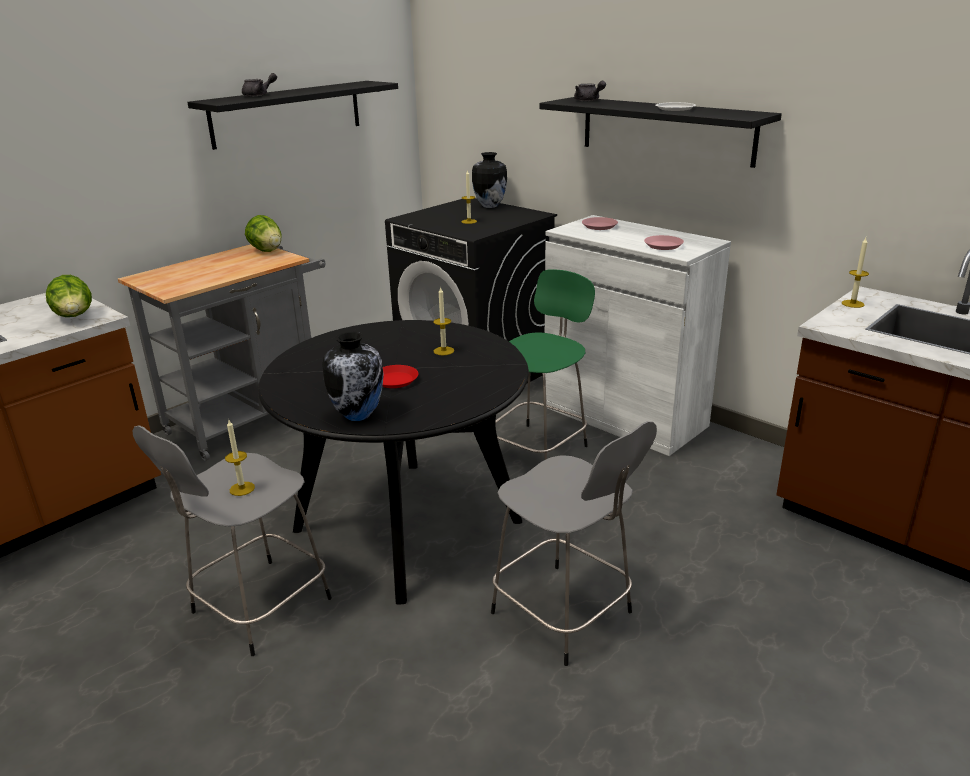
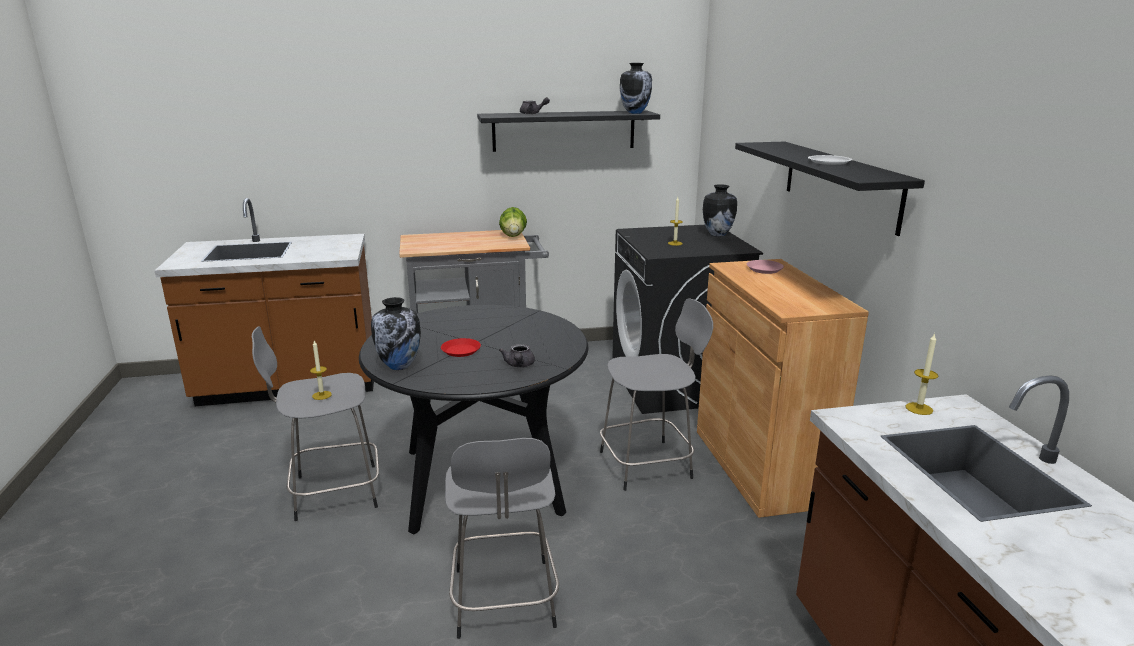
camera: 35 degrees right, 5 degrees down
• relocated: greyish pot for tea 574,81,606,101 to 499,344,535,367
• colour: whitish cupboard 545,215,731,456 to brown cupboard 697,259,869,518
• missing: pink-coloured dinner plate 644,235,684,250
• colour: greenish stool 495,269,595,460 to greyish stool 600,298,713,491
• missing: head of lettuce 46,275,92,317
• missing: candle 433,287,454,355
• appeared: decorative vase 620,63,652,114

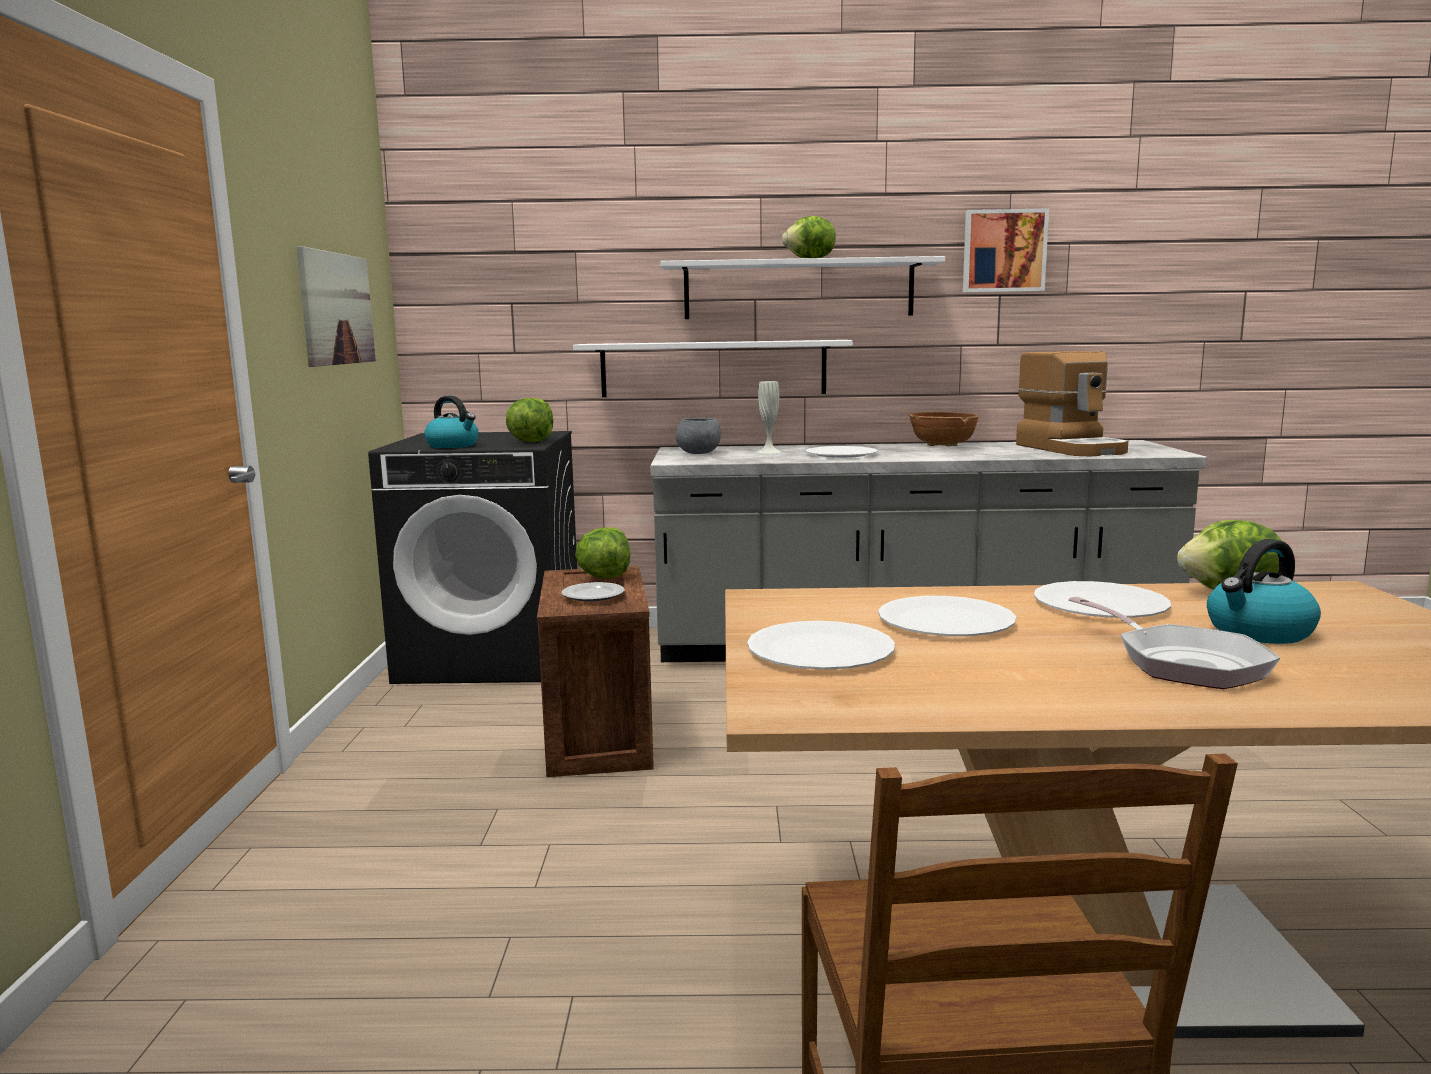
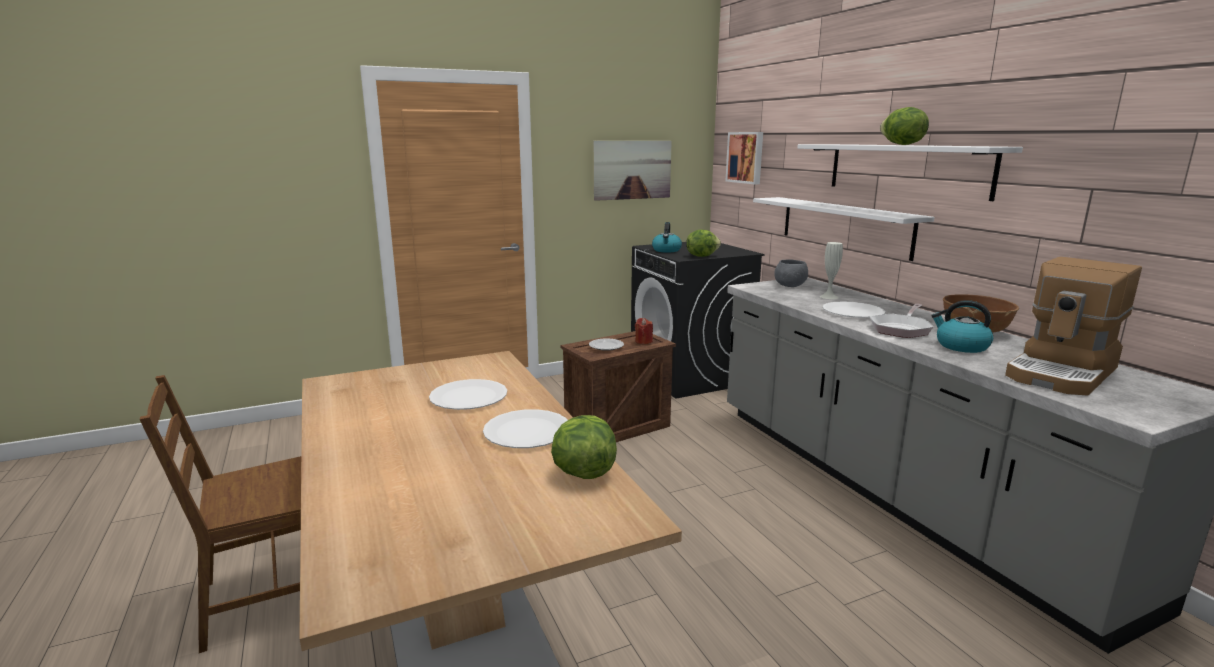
camera: 65 degrees right, 5 degrees up
• relocated: wall art 963,208,1049,292 to 726,132,763,184
• exchanged: head of lettuce 575,527,630,578 to reddish candle 635,318,653,344
• relocated: tea kettle 1207,539,1321,644 to 931,300,993,353
• relocated: skillet 1068,597,1280,689 to 870,304,933,338
• missing: whitish dinner plate 747,621,895,670

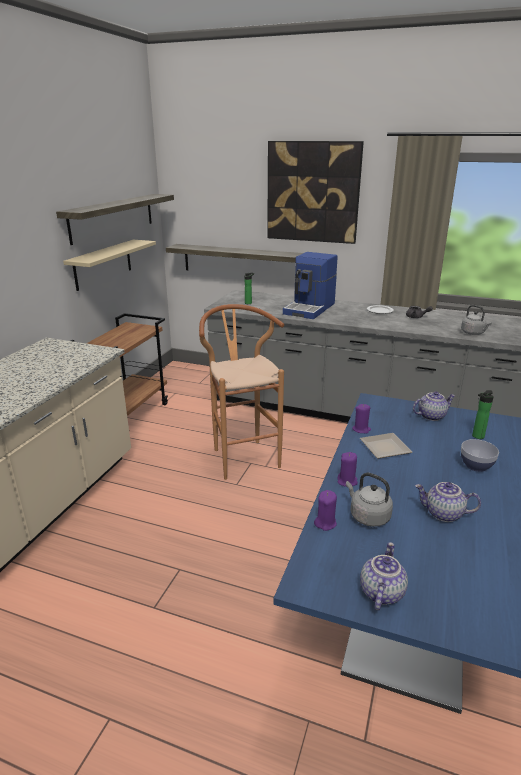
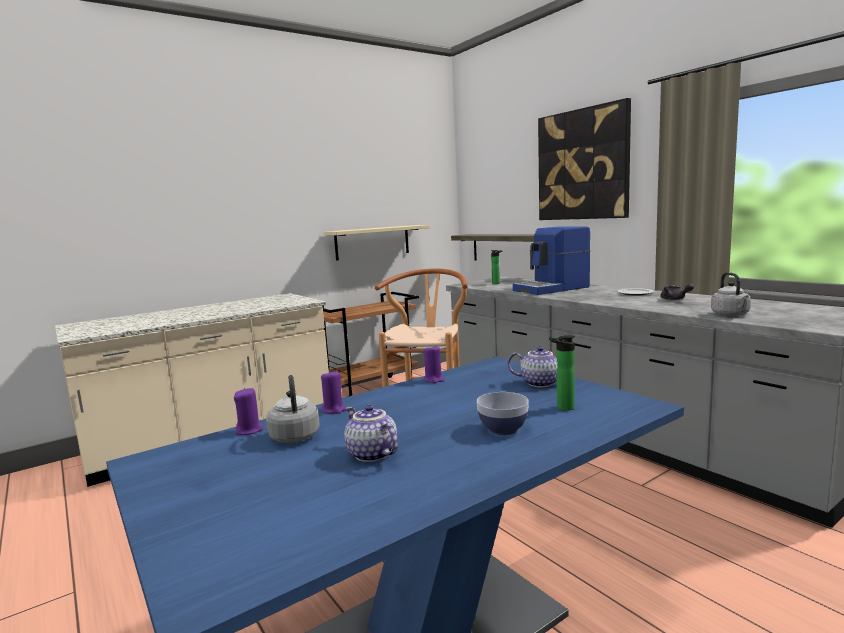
camera: 35 degrees right, 15 degrees down
• missing: wall shelf 56,194,174,245
• missing: dinner plate 360,433,412,459
• missing: pot for tea 360,542,408,610

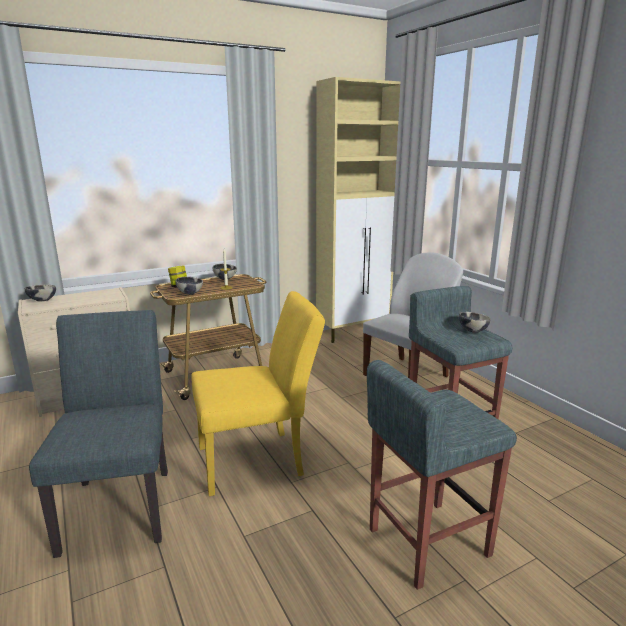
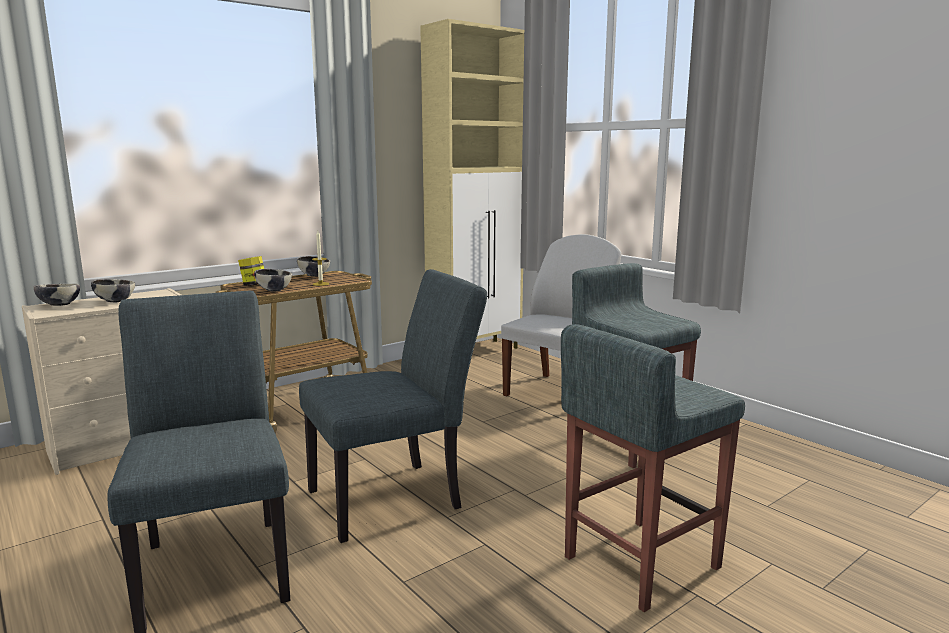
camera: 10 degrees left, 5 degrees down
• colour: yellowish plain chair 191,291,325,496 to greyish plain chair 299,269,487,543
• relocated: bowl 459,312,491,333 to 91,279,135,302

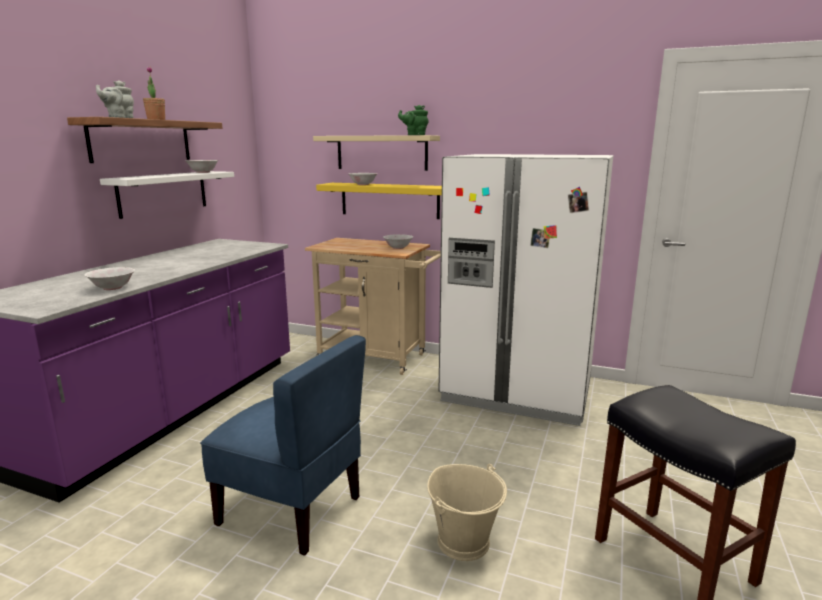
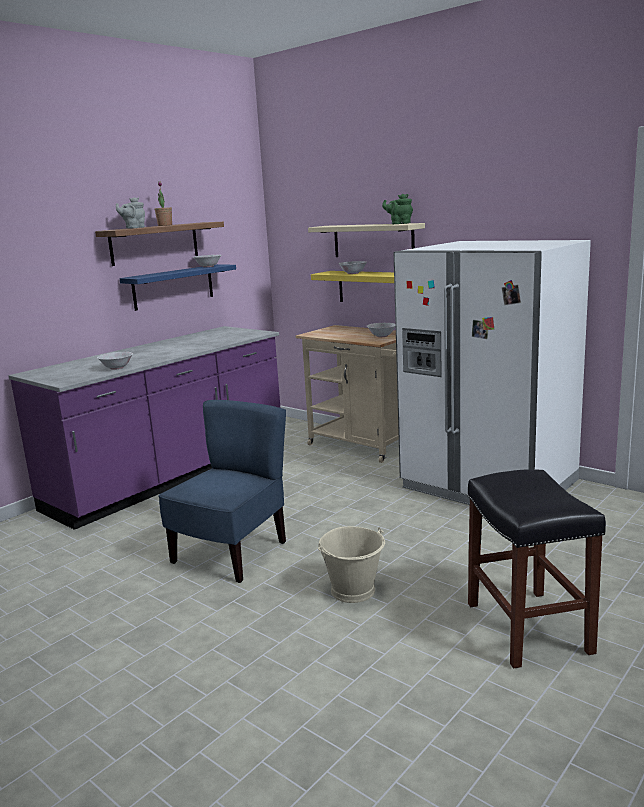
camera: 20 degrees right, 0 degrees up
• colour: whitish wall shelf 100,171,234,219 to blue wall shelf 119,264,236,311
• spun: blue plain chair 200,335,366,555 = 158,400,286,583 105 degrees counterclockwise

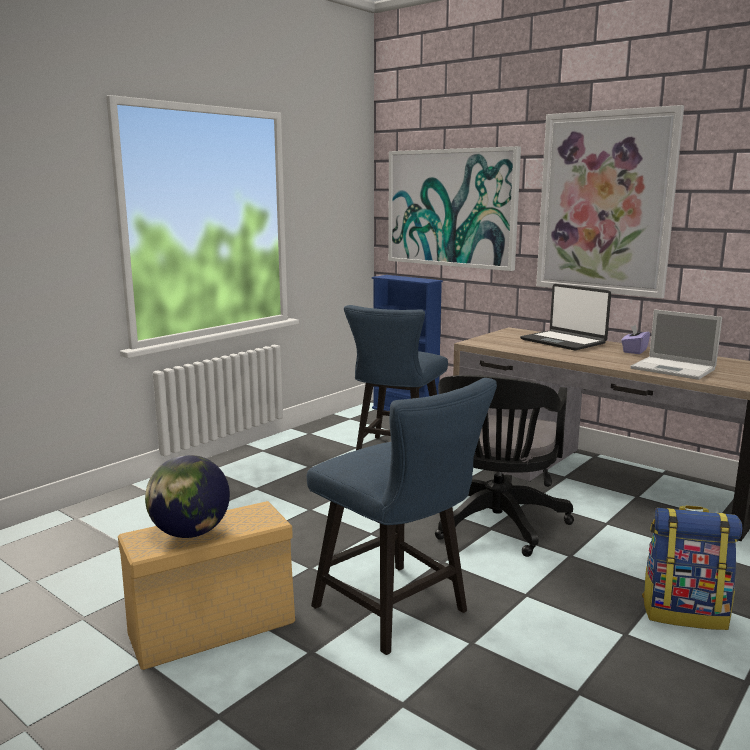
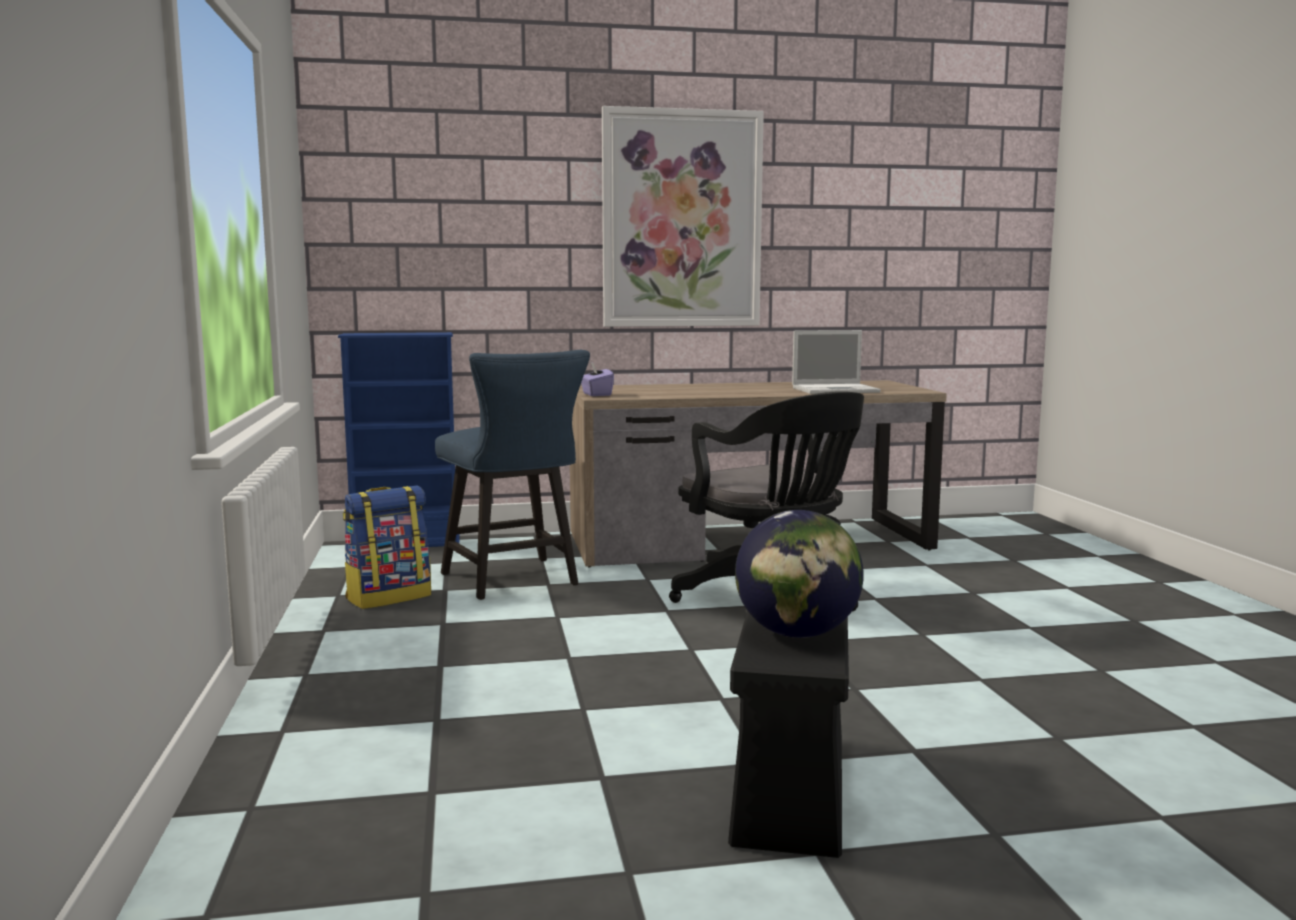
camera: 50 degrees left, 5 degrees down
• missing: wall art 388,146,521,271
• missing: notebook computer 520,284,611,350
• relocated: purplish tissue box 621,324,650,354 to 581,362,614,396
• missing: blue plain chair 307,378,497,655
• colour: sand-coloured storage box 118,501,295,670 to blackish storage box 728,611,849,858
• relocated: rucksack 642,505,742,630 to 343,486,431,609

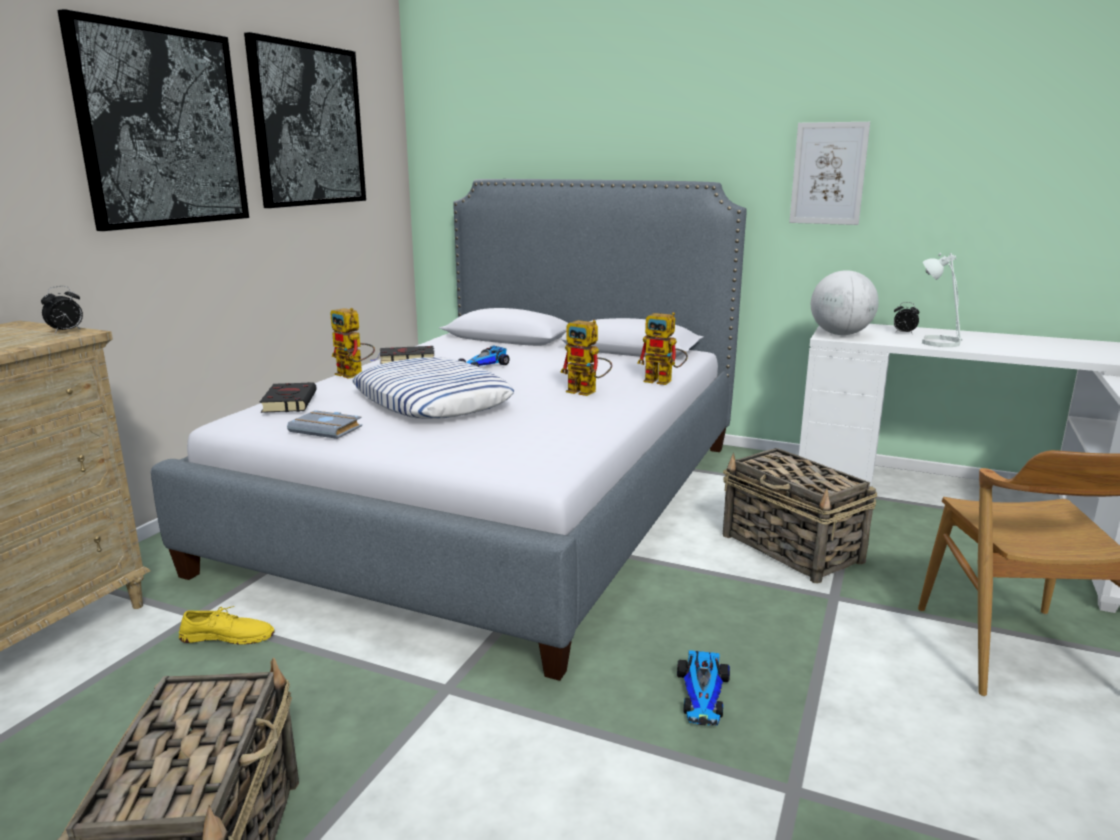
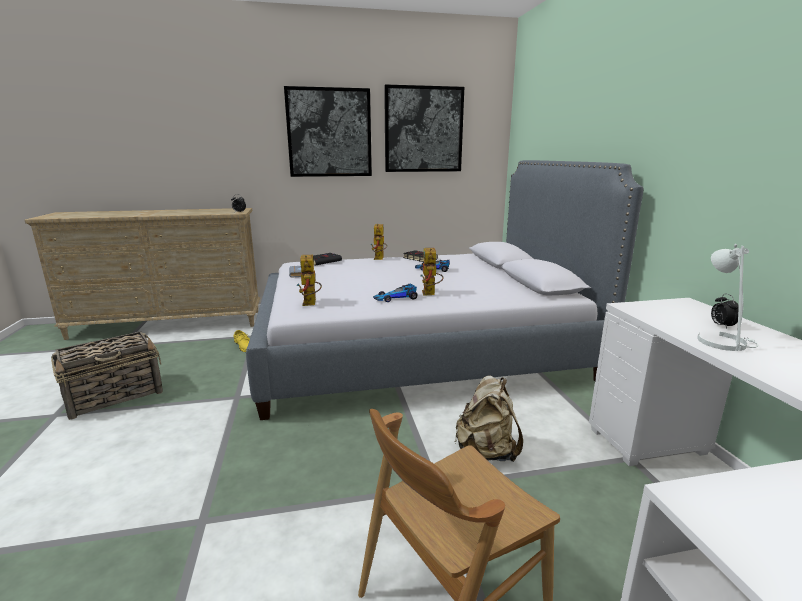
camera: 55 degrees right, 0 degrees up
• missing: wall art 789,122,870,225
• missing: desk globe 811,270,879,335
• relocated: toy robot 637,312,688,385 to 297,255,322,306
• missing: cushion 352,357,514,419
• exchanged: storage basket 723,448,877,583 to sand-coloured rucksack 455,376,523,462
• relocated: model car 677,650,730,726 to 373,283,418,302

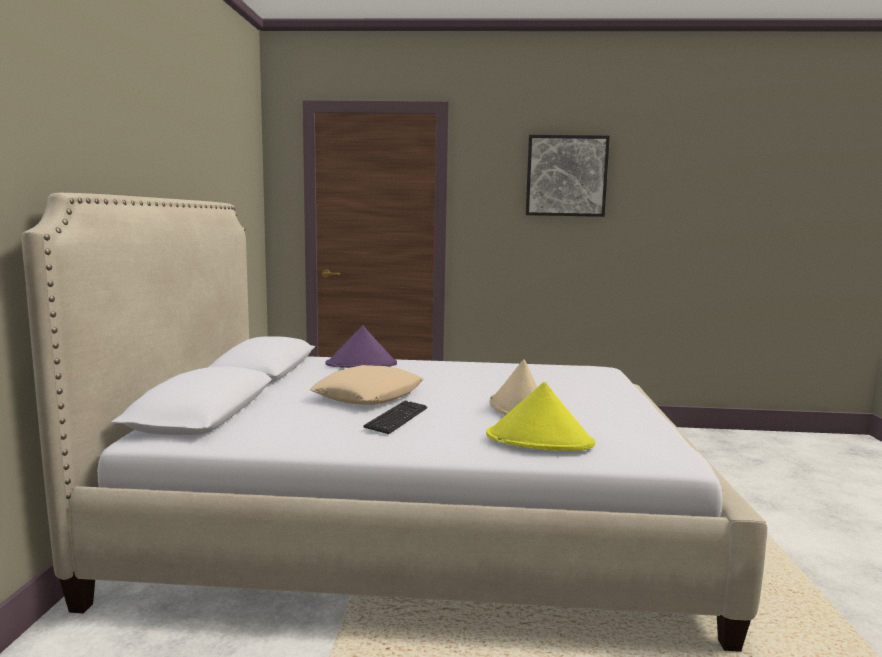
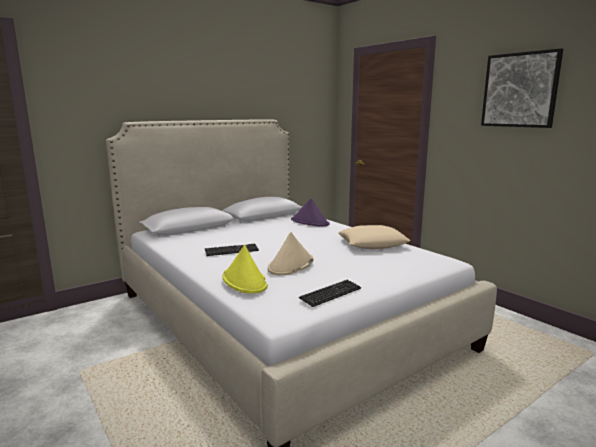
camera: 50 degrees right, 5 degrees up
• relocated: sand-coloured cushion 310,365,423,405 to 338,225,410,249
• appeared: PC keyboard 299,280,361,307

